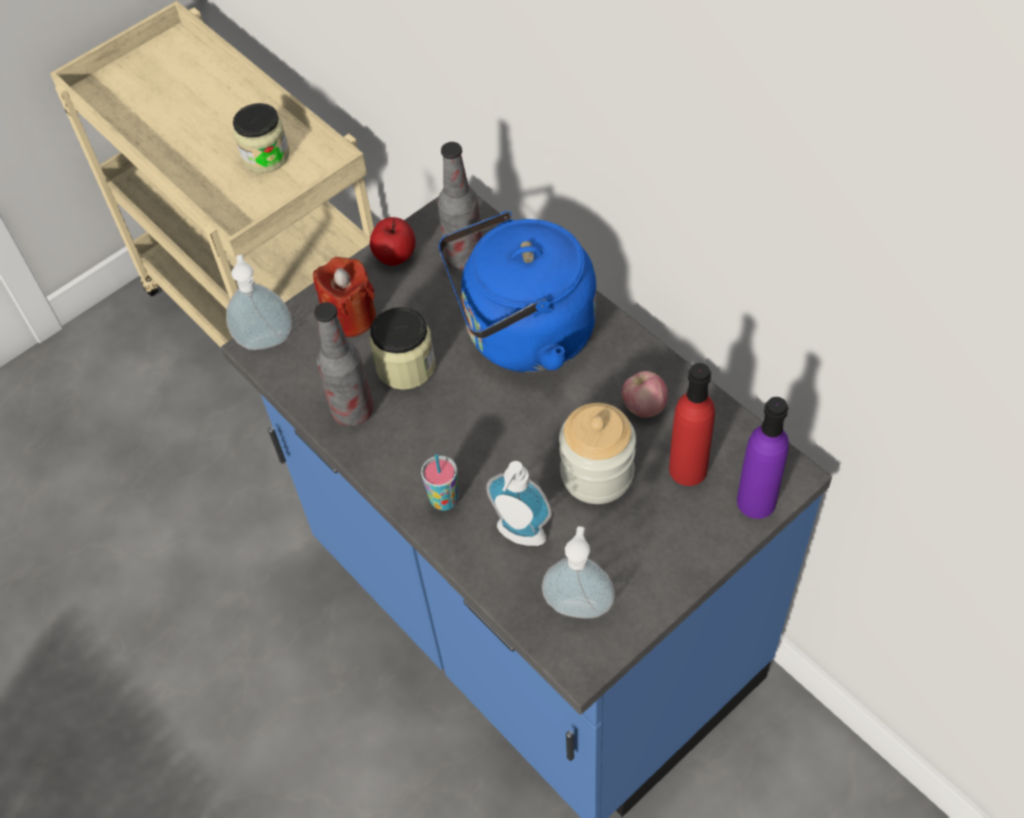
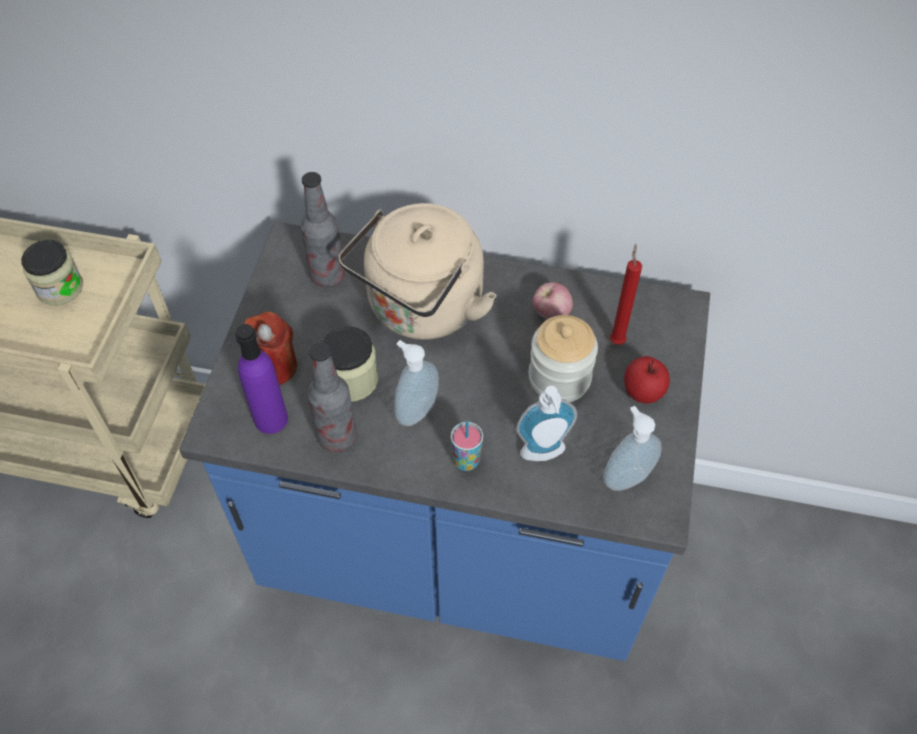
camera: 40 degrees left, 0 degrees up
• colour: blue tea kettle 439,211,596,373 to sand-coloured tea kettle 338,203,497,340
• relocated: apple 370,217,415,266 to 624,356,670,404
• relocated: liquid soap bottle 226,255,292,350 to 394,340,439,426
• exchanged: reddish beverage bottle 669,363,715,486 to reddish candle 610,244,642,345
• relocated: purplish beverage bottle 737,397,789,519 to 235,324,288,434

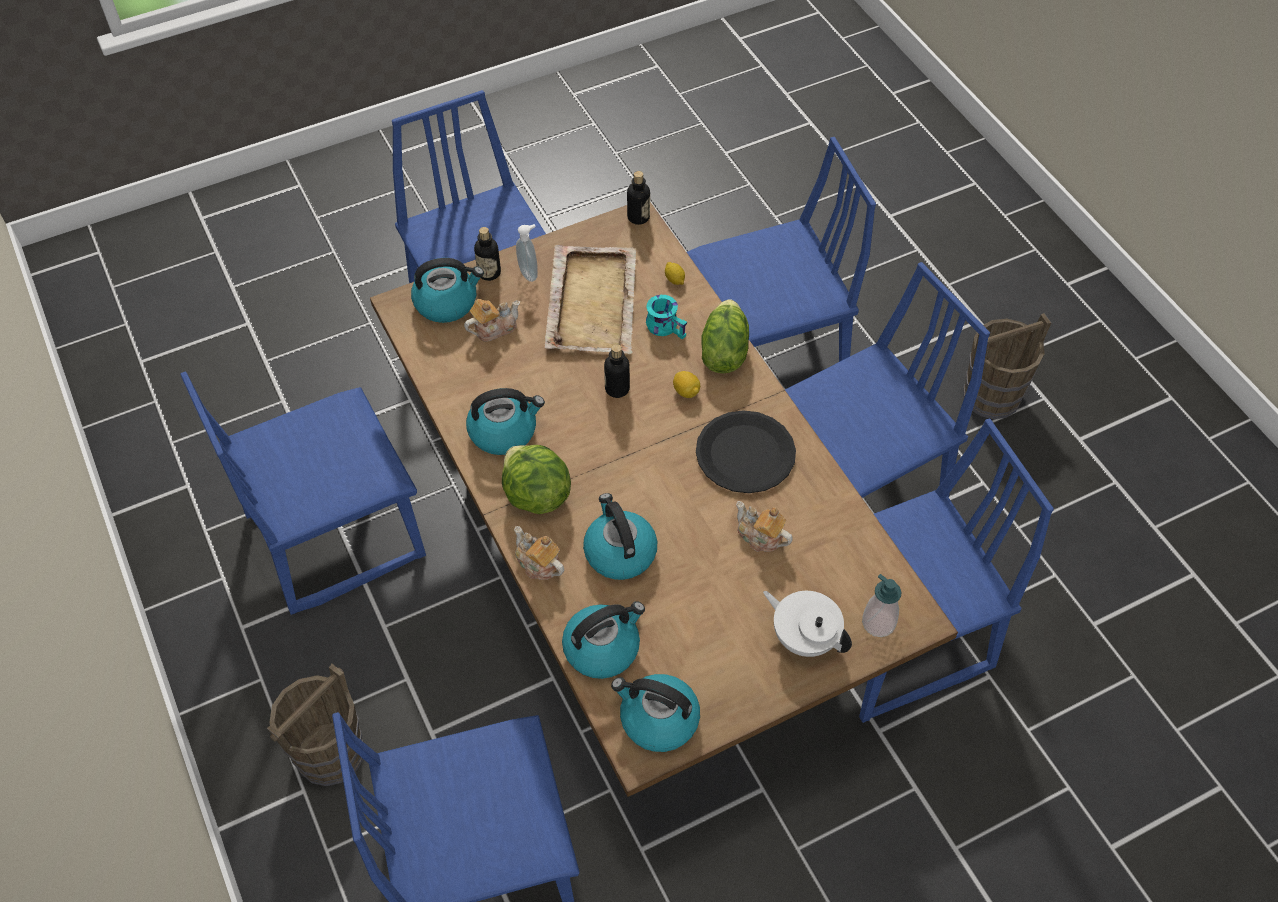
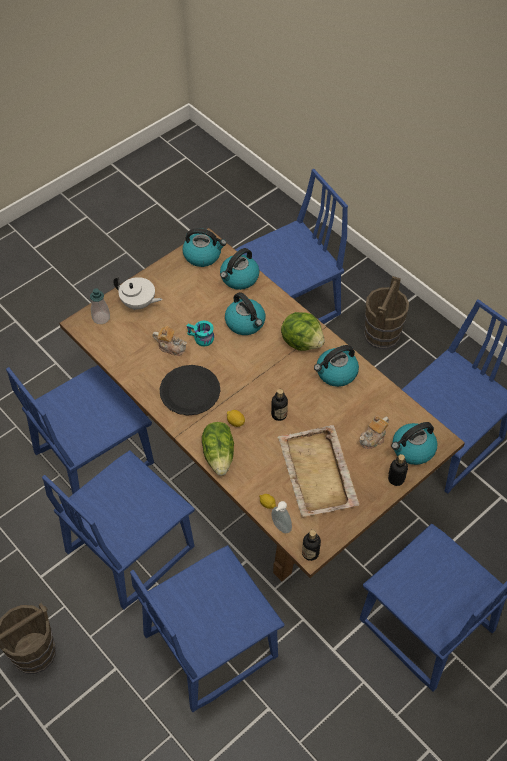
camera: 165 degrees right, 0 degrees up
• relocated: liquid soap bottle 516,224,538,282 to 272,501,292,533
• relocated: turquoise coffee mug 646,295,687,340 to 187,321,214,347
• missing: pot for tea 514,526,564,580

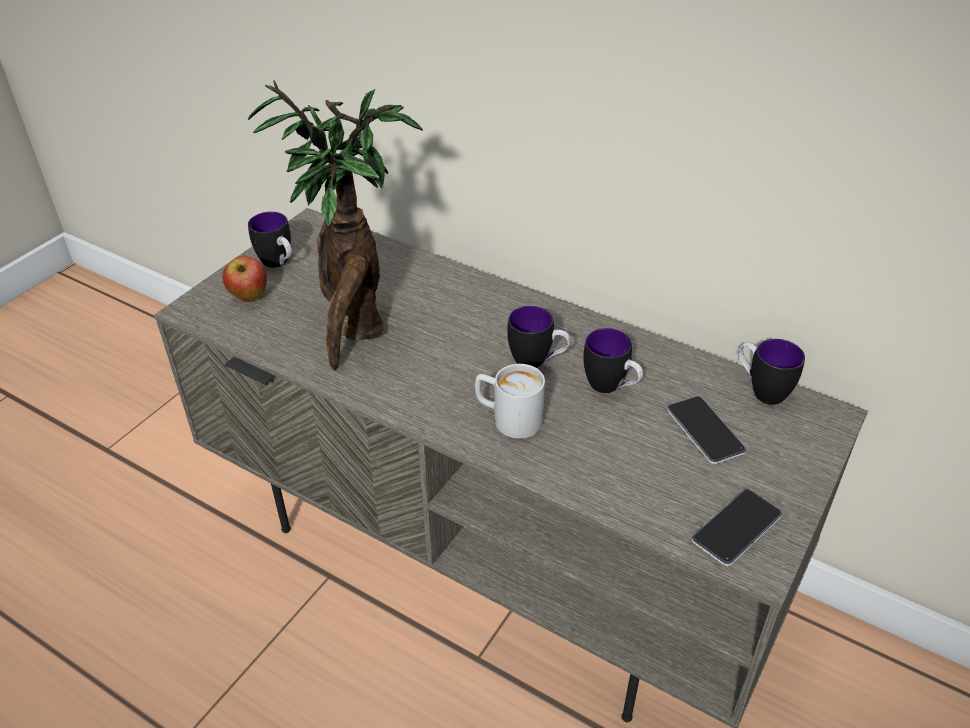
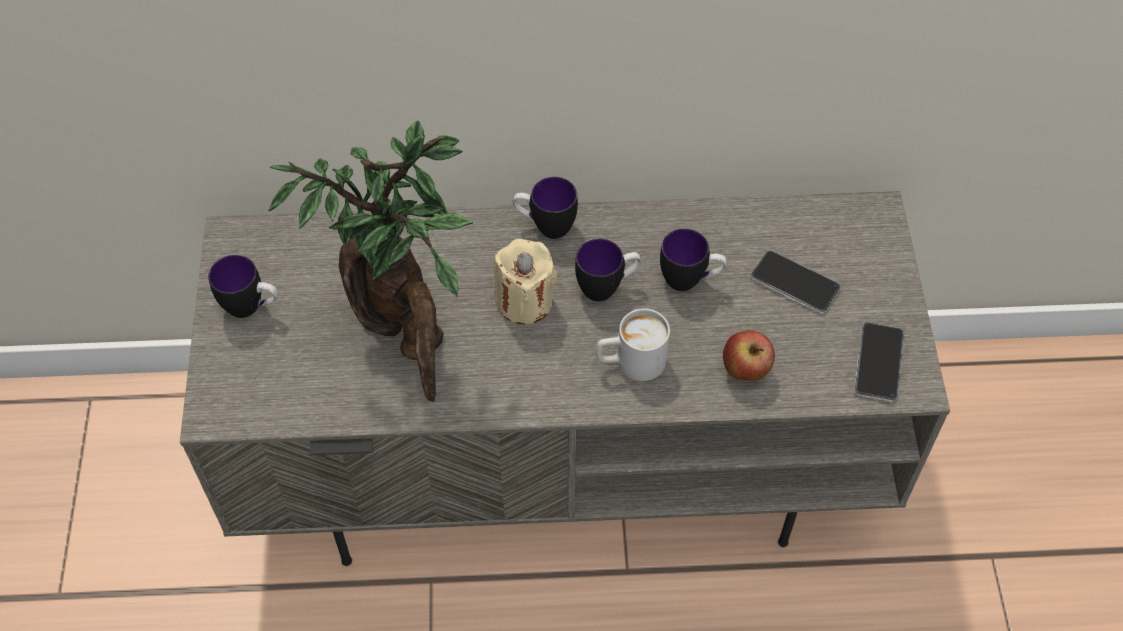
camera: 35 degrees left, 15 degrees up
• relocated: apple 222,256,267,302 to 723,330,775,381
• relocated: coffee mug 738,339,805,405 to 513,177,578,239
• appeared: sand-coloured candle 493,239,558,324

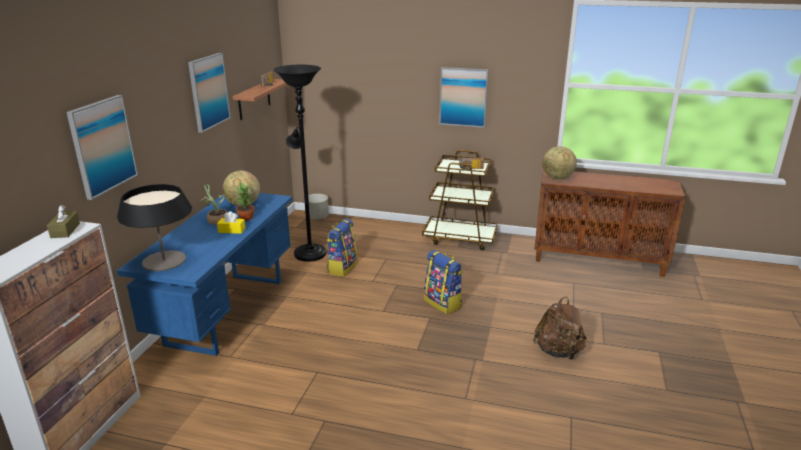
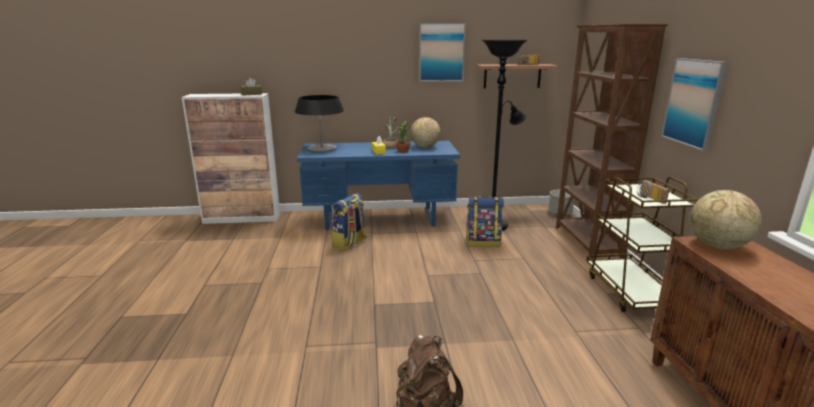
camera: 70 degrees right, 5 degrees down
• missing: wall art 66,95,138,200
• relocated: rucksack 424,250,463,314 to 332,193,366,250
• appeared: brown shelving unit 556,24,668,260

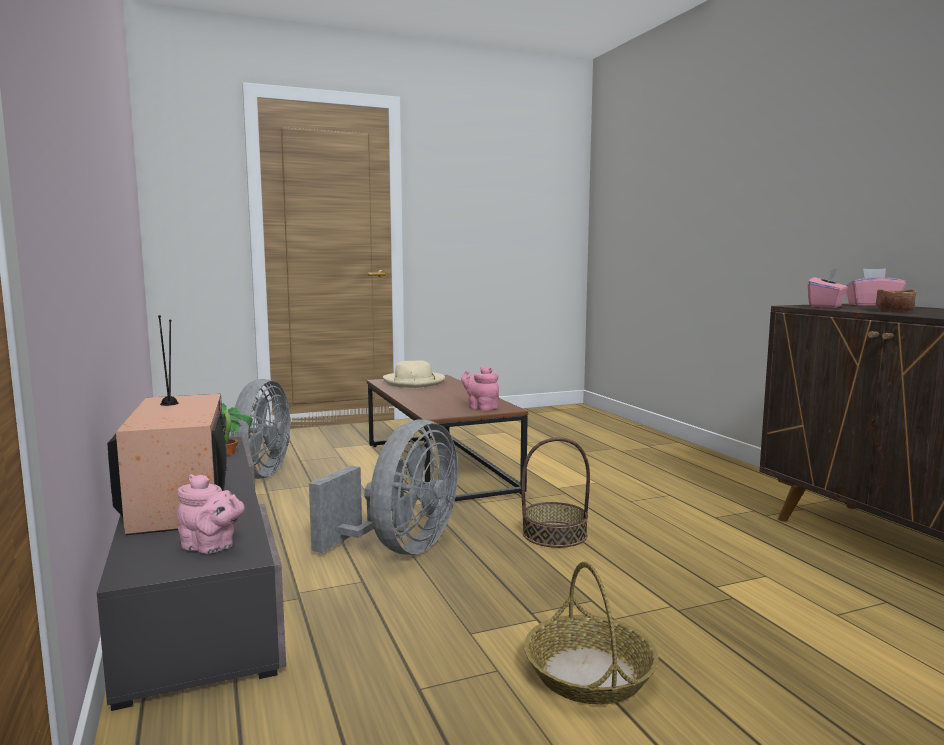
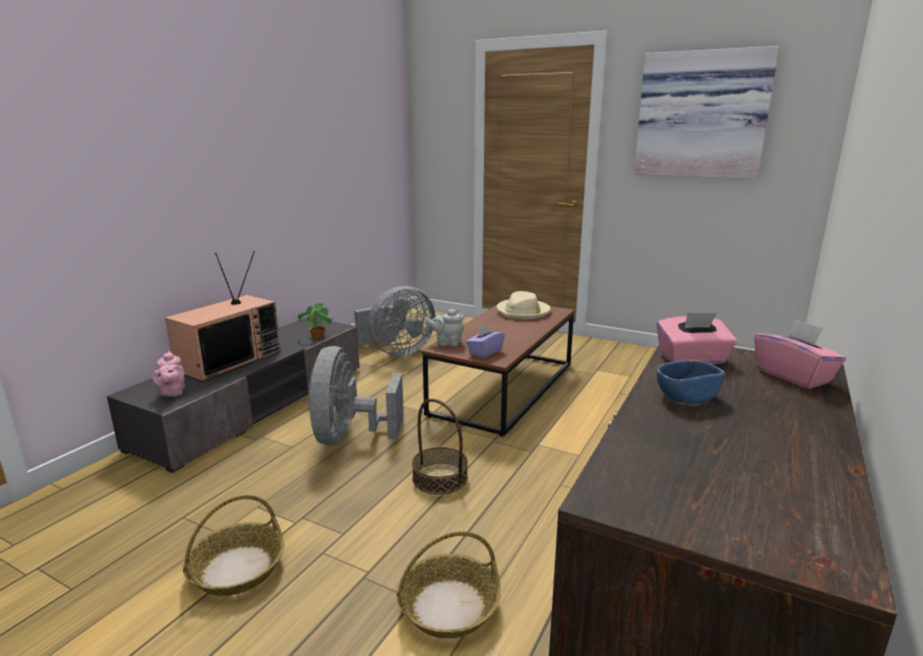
camera: 50 degrees right, 10 degrees up
• colour: brown bowl 876,289,916,312 to blue bowl 657,360,725,404
• exchanged: pink-coloured pot for tea 461,366,499,411 to purplish tissue box 466,323,505,358
• spun: greyish fan 309,419,458,555 = 308,346,404,445 105 degrees clockwise
• appeared: wall art 634,46,779,179
• appeared: greyish pot for tea 425,309,464,346
• appeared: storage basket 397,531,501,639

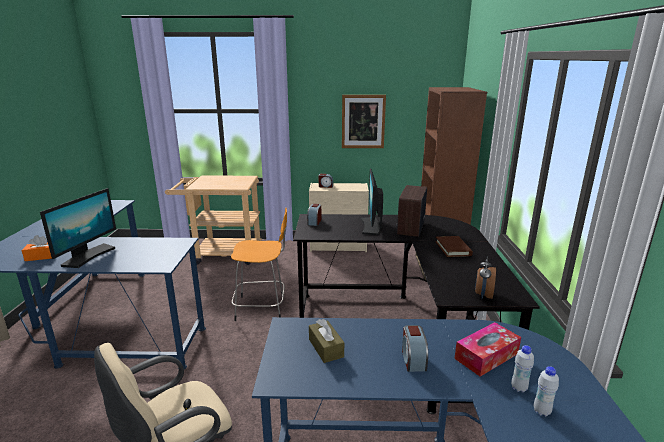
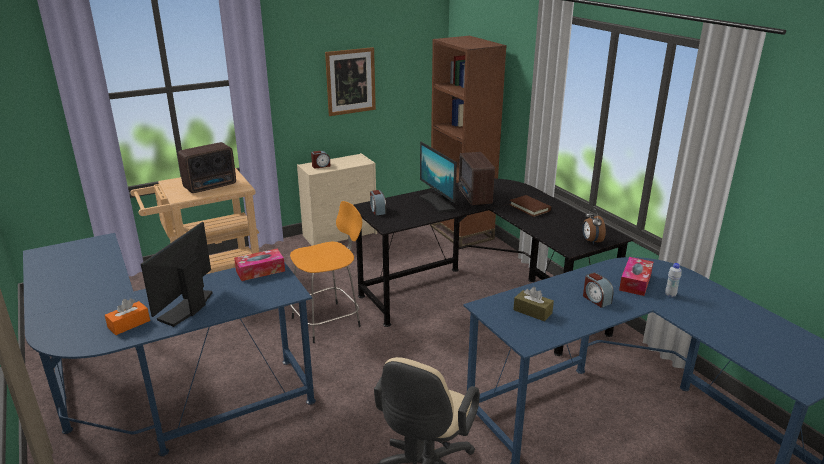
camera: 30 degrees left, 5 degrees up
• spun: computer screen 40,188,116,268 = 141,222,213,327 150 degrees counterclockwise
• missing: whitish beverage bottle 534,366,559,417
• appeared: radio receiver 178,142,236,193
• appeared: tissue box 234,249,285,281

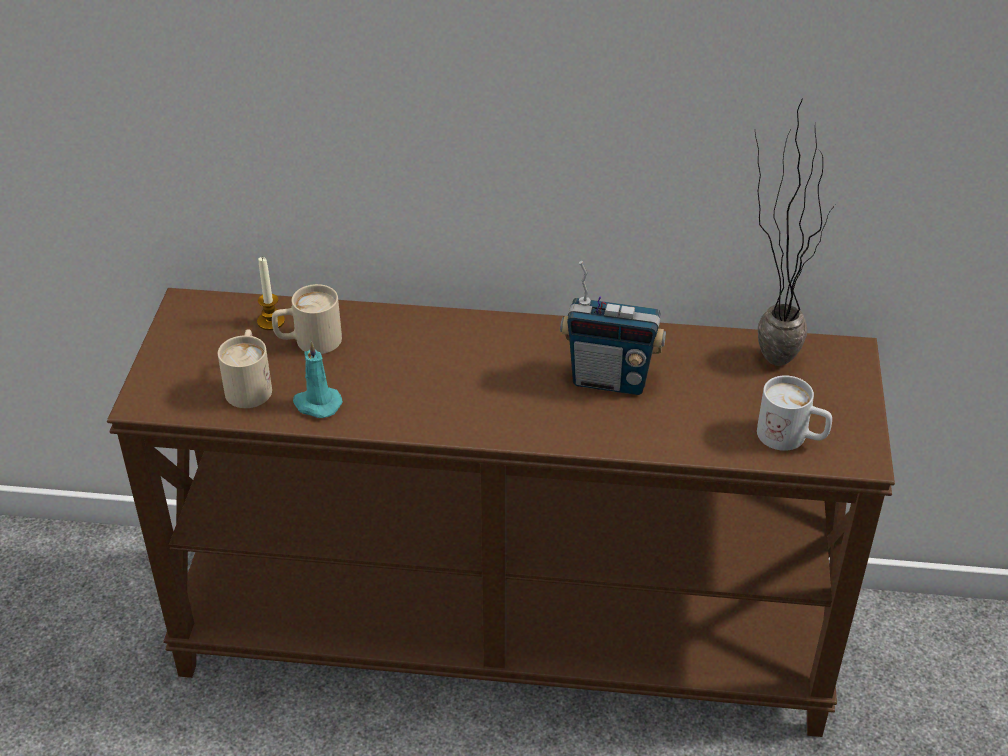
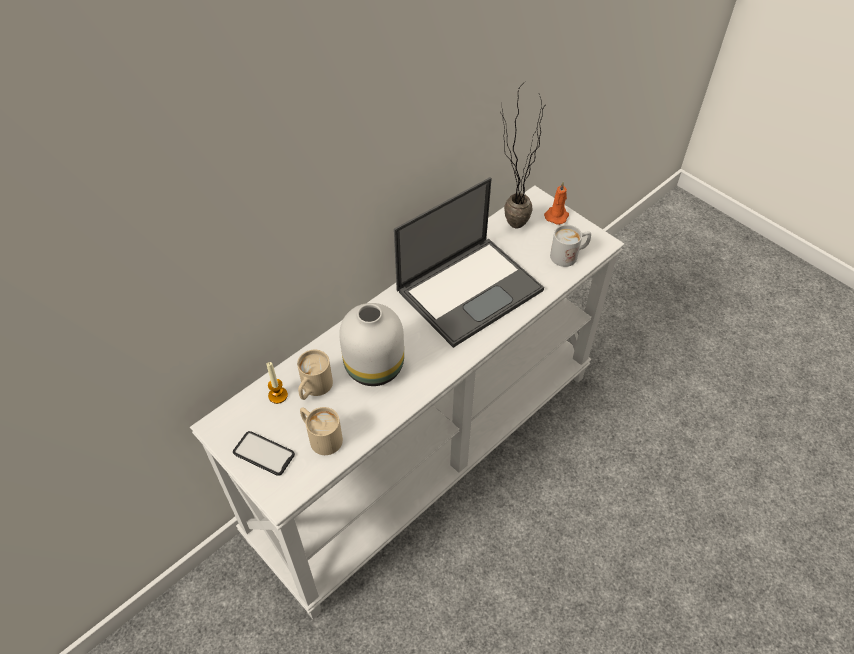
camera: 50 degrees left, 10 degrees up
• exchanged: radio receiver 560,261,666,395 to notebook computer 394,177,544,348
• colour: brown hall table 107,288,895,737 to whitish hall table 190,185,625,620
• missing: turquoise candle 293,341,343,418
• appeared: orange-coloured candle 544,182,569,225
• appeared: whitish decorative vase 339,303,404,386
• appeared: handset 233,431,295,476

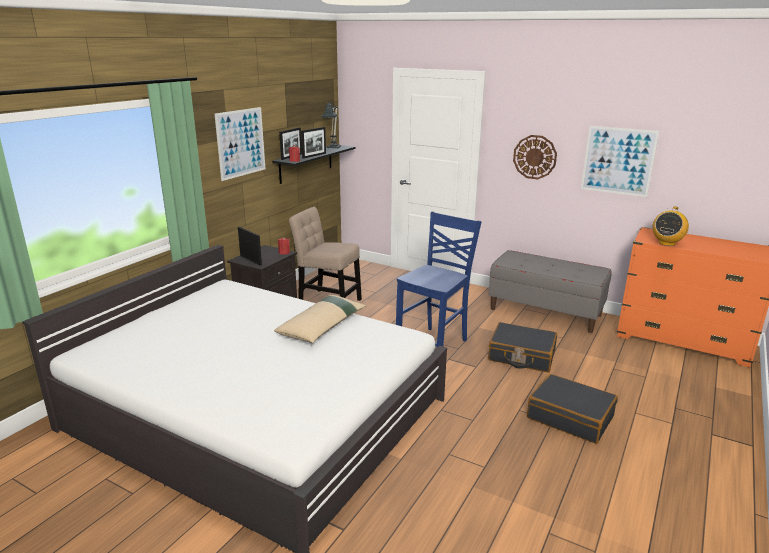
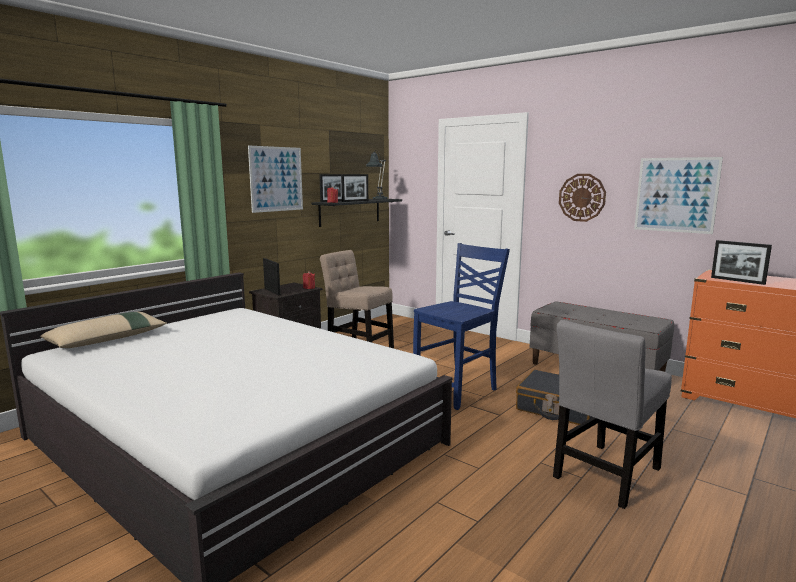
camera: 10 degrees right, 10 degrees down
• exchanged: radio receiver 652,206,689,246 to photo frame 711,240,772,285
• relocated: sand-coloured cushion 274,295,366,343 to 40,312,167,348
• exchanged: blackish suitcase 527,374,618,444 to greyish plain chair 553,320,672,509

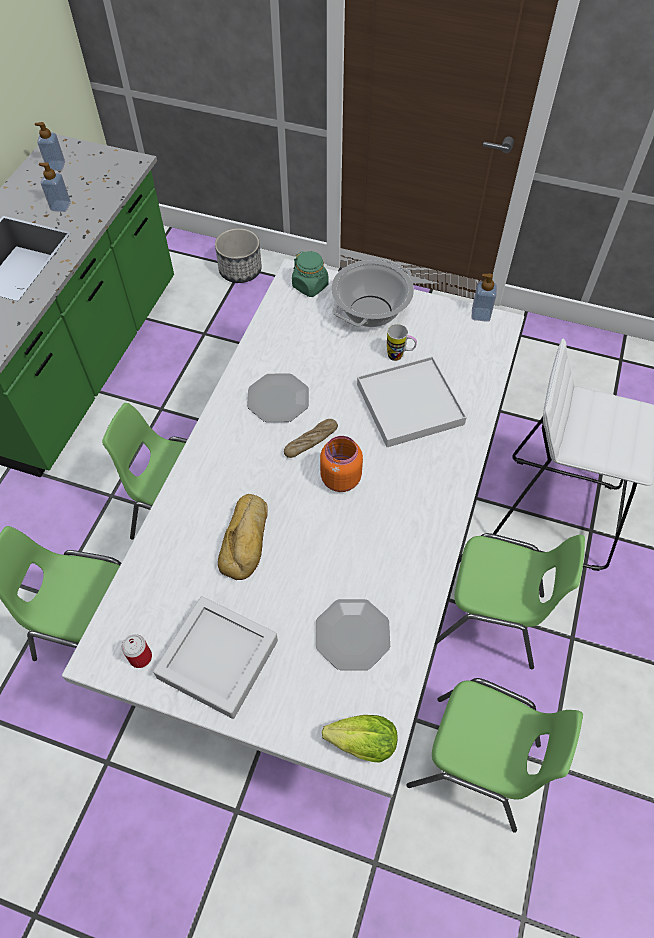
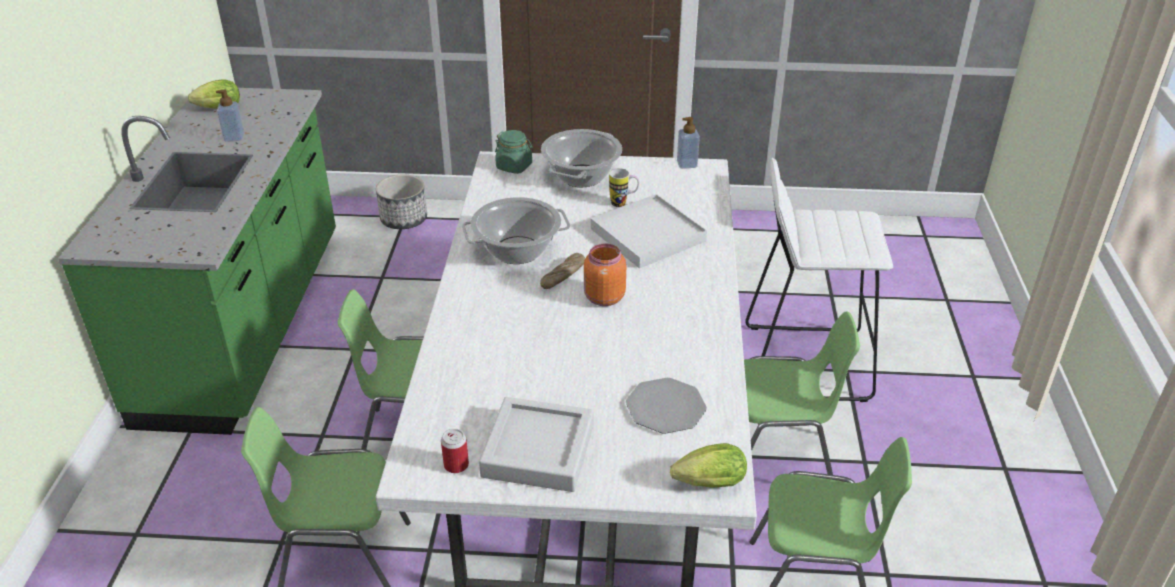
camera: 15 degrees left, 20 degrees down
• exchanged: liquid soap bottle 35,122,65,171 to head of lettuce 188,80,240,109
• exchanged: dinner plate 247,374,309,422 to stockpot 462,197,570,264
• missing: baked bread 218,494,268,580

